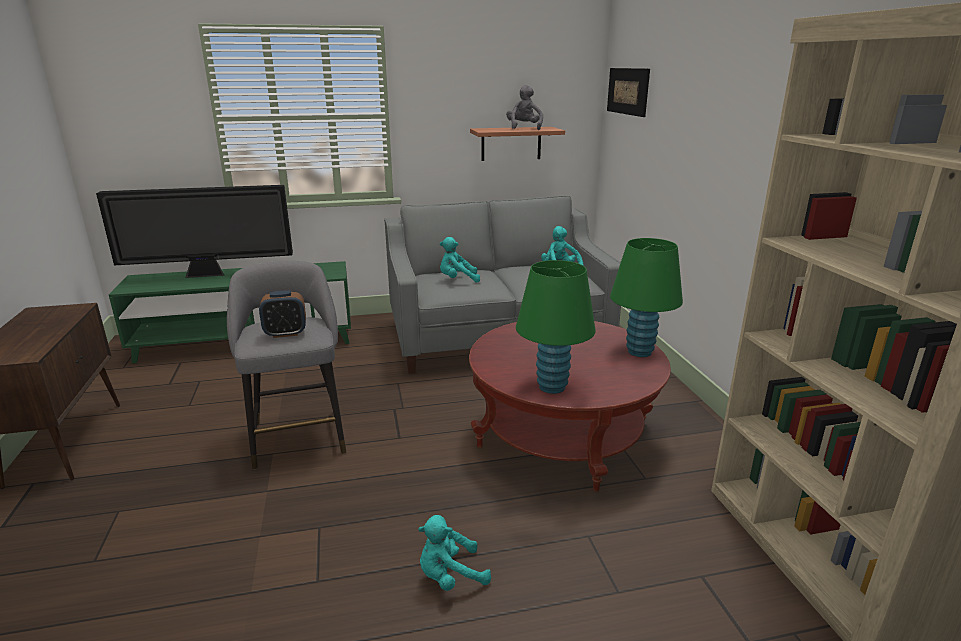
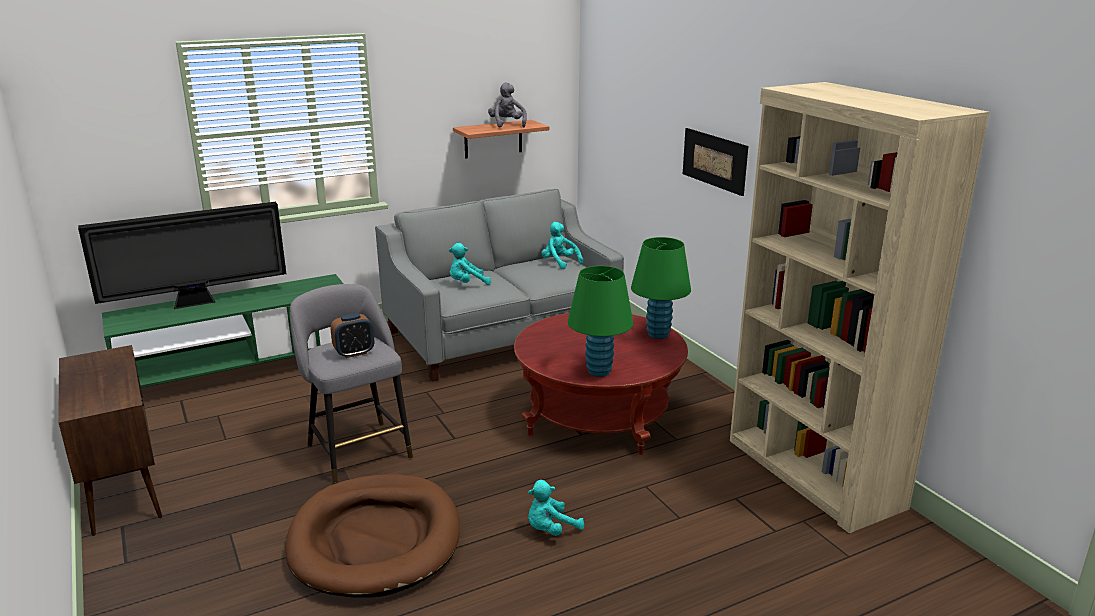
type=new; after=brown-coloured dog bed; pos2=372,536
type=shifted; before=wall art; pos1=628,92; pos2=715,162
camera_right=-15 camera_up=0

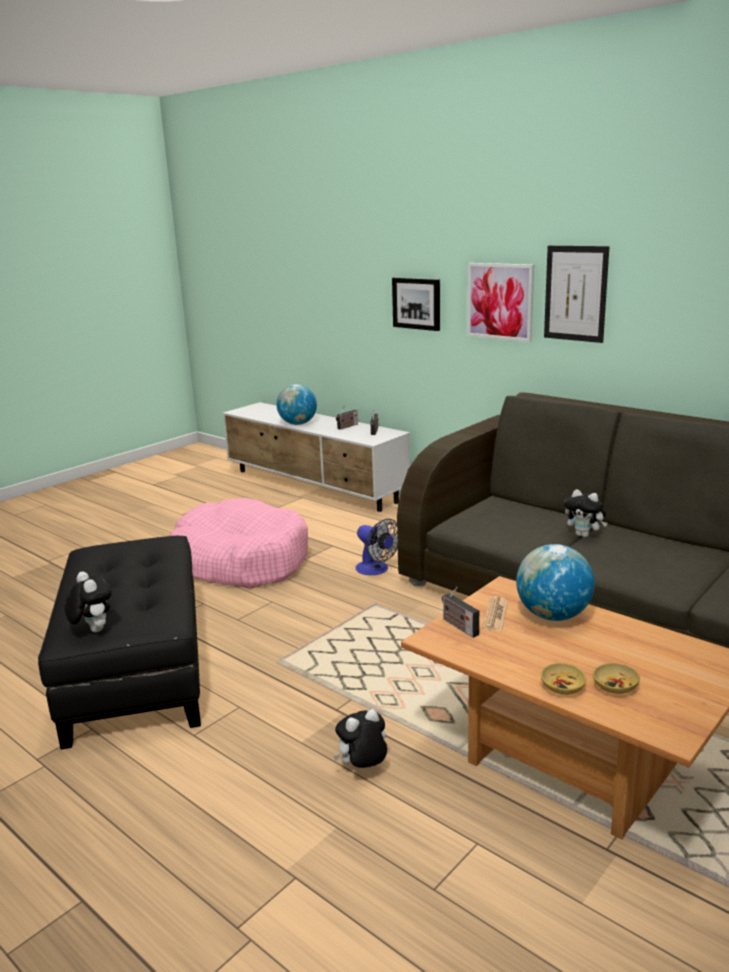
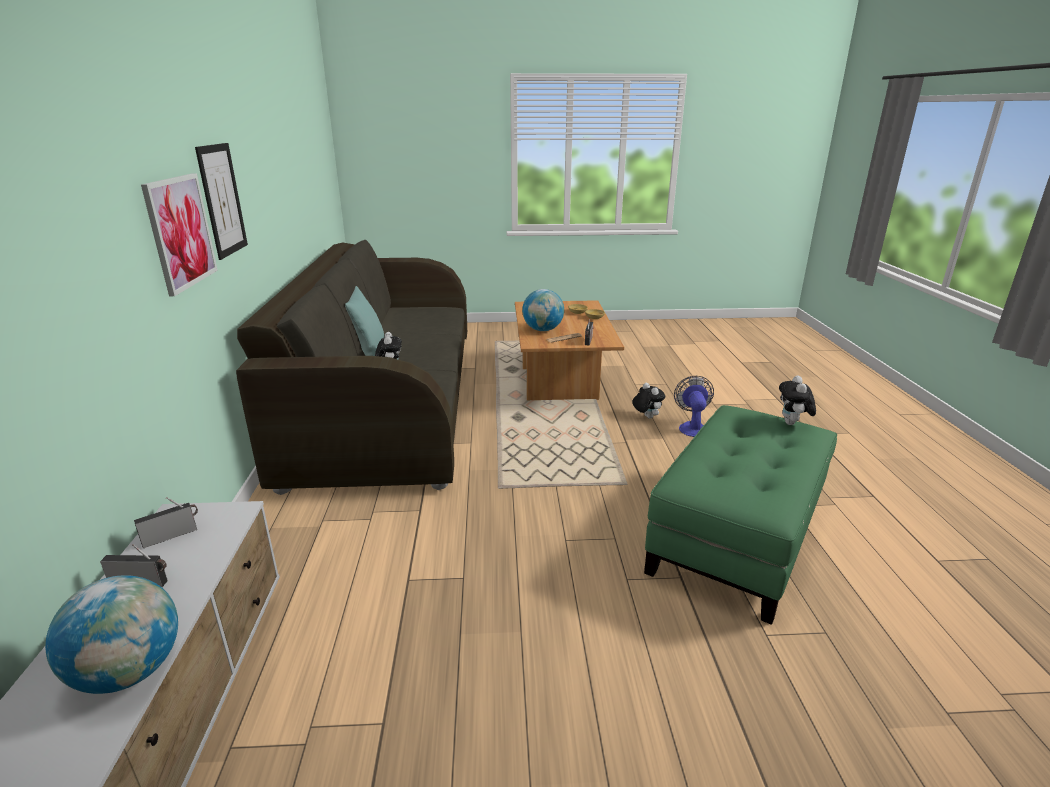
type=new; after=blue-green throw pillow; pos2=365,321
type=rotated; before=soft toy; pos1=360,739; pos2=648,401; turn=-135
type=repainted; before=black pouffe; after=green-coloured pouffe; pos1=119,642; pos2=740,515
type=shifted; before=fan; pos1=377,547; pos2=694,406
type=gone; before=pink dog bed; pos1=238,543
type=gone; before=wall art; pos1=416,304
camera_right=-135 camera_up=5

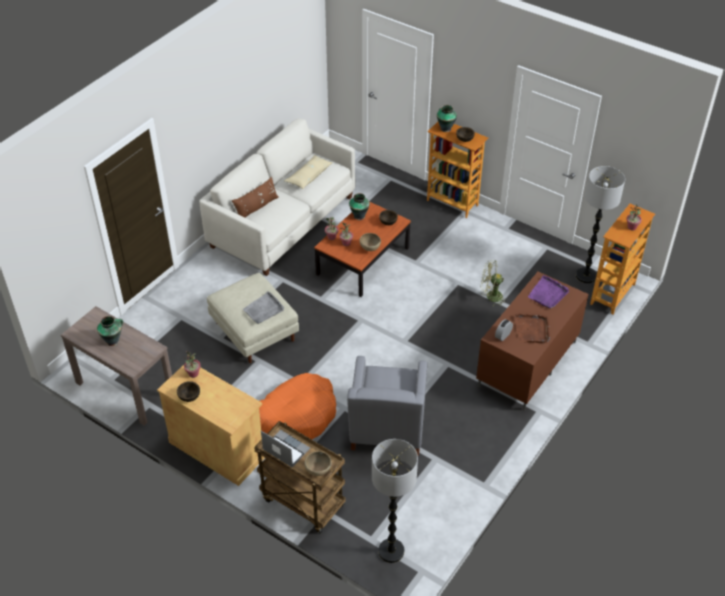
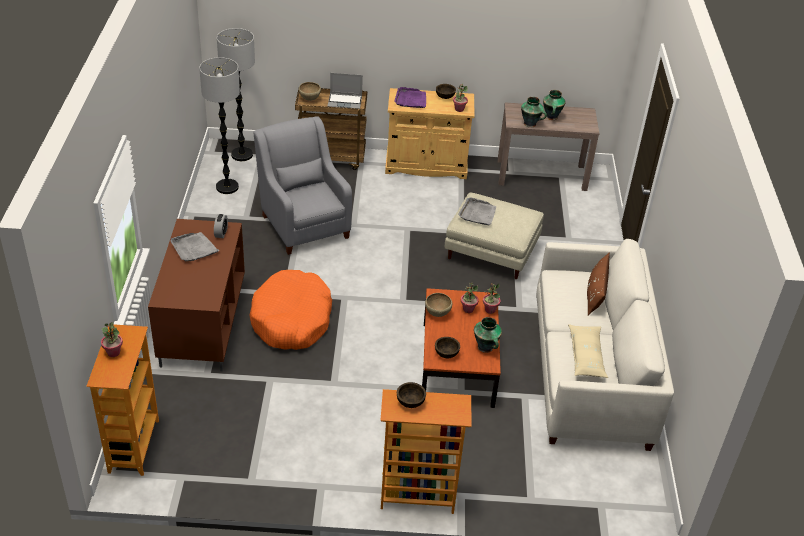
type=repainted; before=brown-coloured tray; after=greyish tray; pos1=532,328; pos2=195,246
type=shifted; before=standing lamp; pos1=600,224; pos2=219,125
type=shifted; before=orange-coloured dog bed; pos1=297,406; pos2=290,310
type=shifted; before=purple tray; pos1=548,292; pos2=410,97
type=shifted; before=flower vase; pos1=447,118; pos2=534,112
type=gone; before=green-coloured fan; pos1=494,283
camera_right=145 camera_up=-5

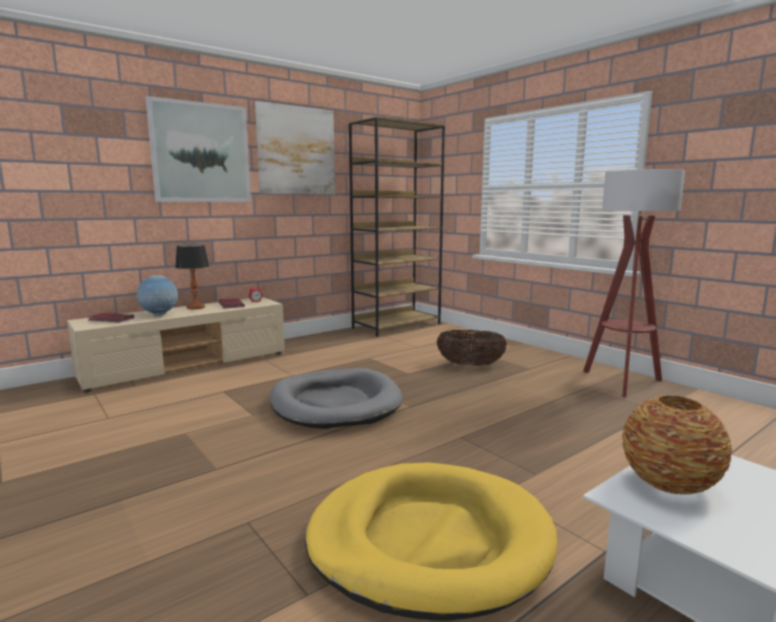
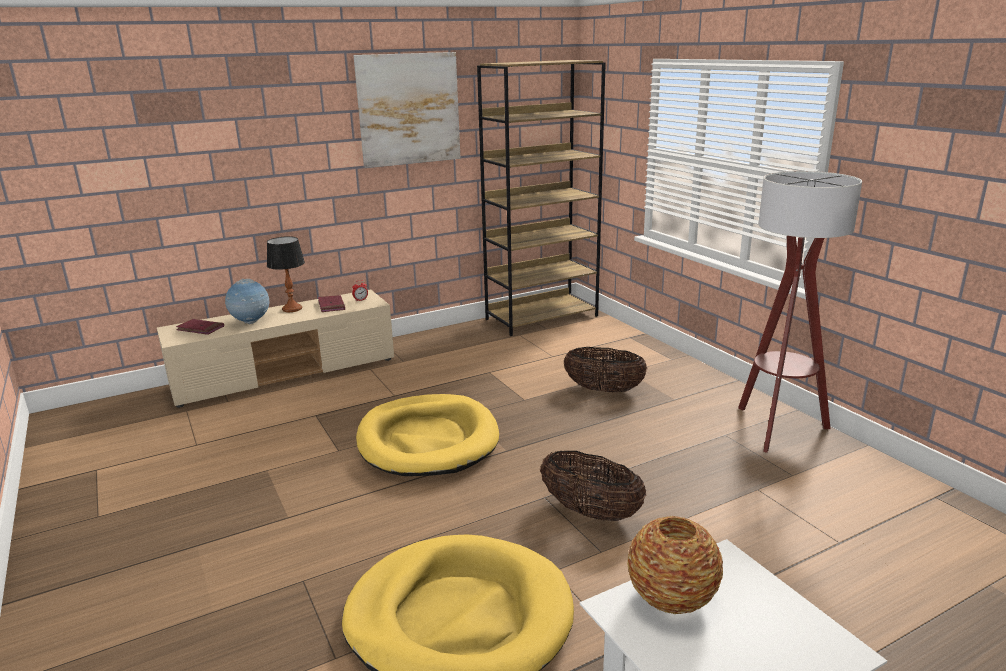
type=repainted; before=greyish dog bed; after=yellowish dog bed; pos1=336,398; pos2=427,435
type=new; after=storage basket; pos2=593,486
type=gone; before=wall art; pos1=198,149
camera_right=10 camera_up=10

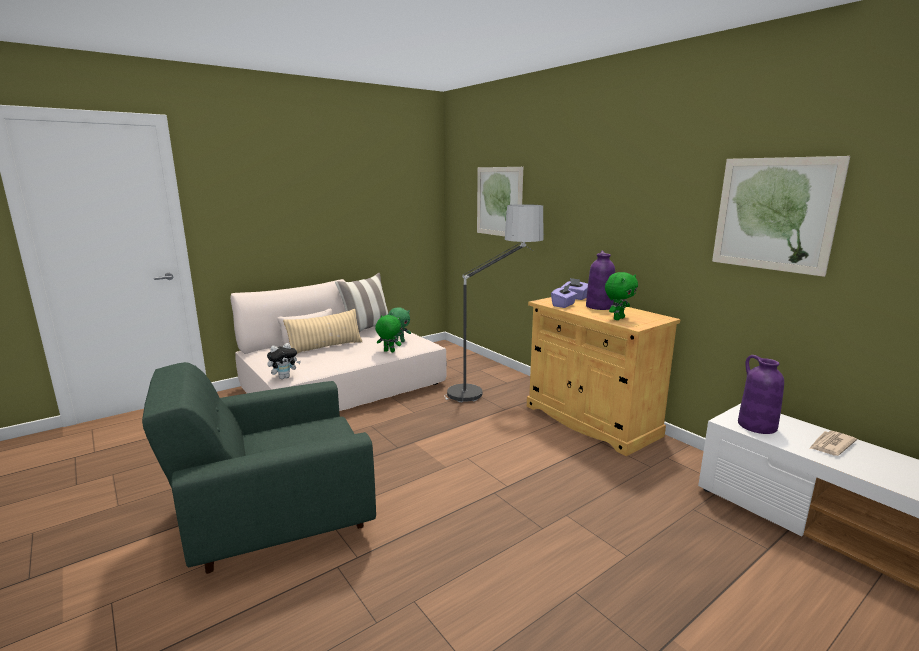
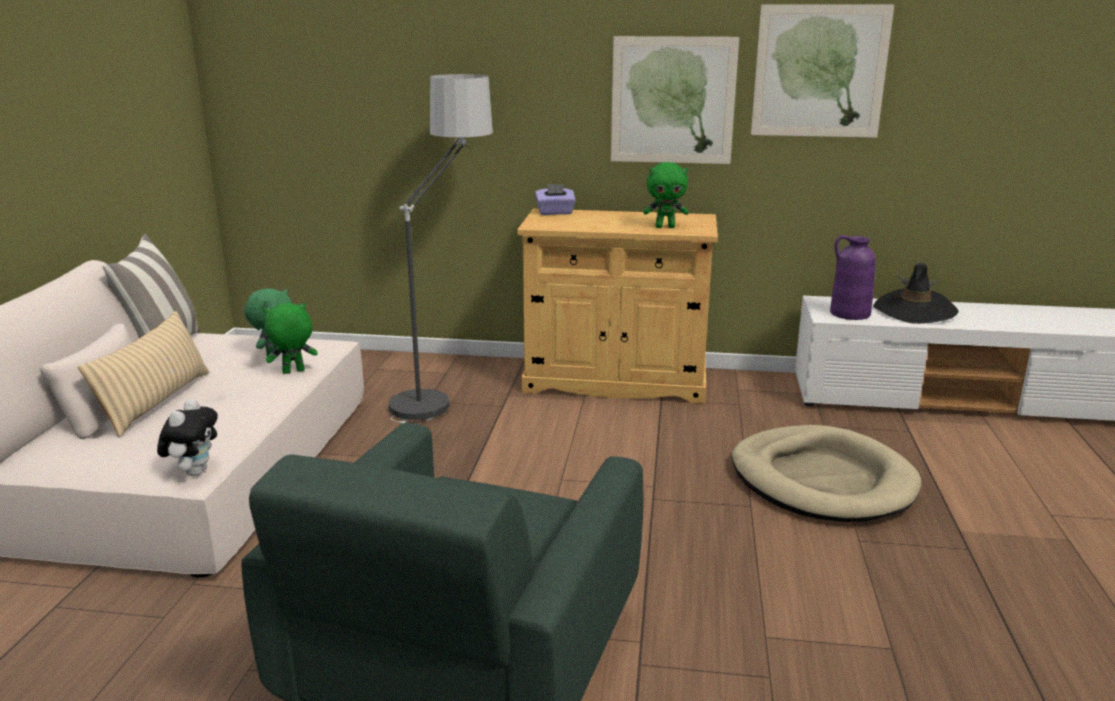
type=shifted; before=wall art; pos1=500,201; pos2=675,100
type=rotated; before=green-coloured soft toy; pos1=621,296; pos2=666,195; turn=90
type=new; after=beige dog bed; pos2=827,473
type=swapped; before=newspaper; after=black wearable hat; pos1=833,443; pos2=916,293
type=gone; before=purple tissue box; pos1=564,296
type=gone; before=purple flower vase; pos1=600,280
camera_right=-45 camera_up=5

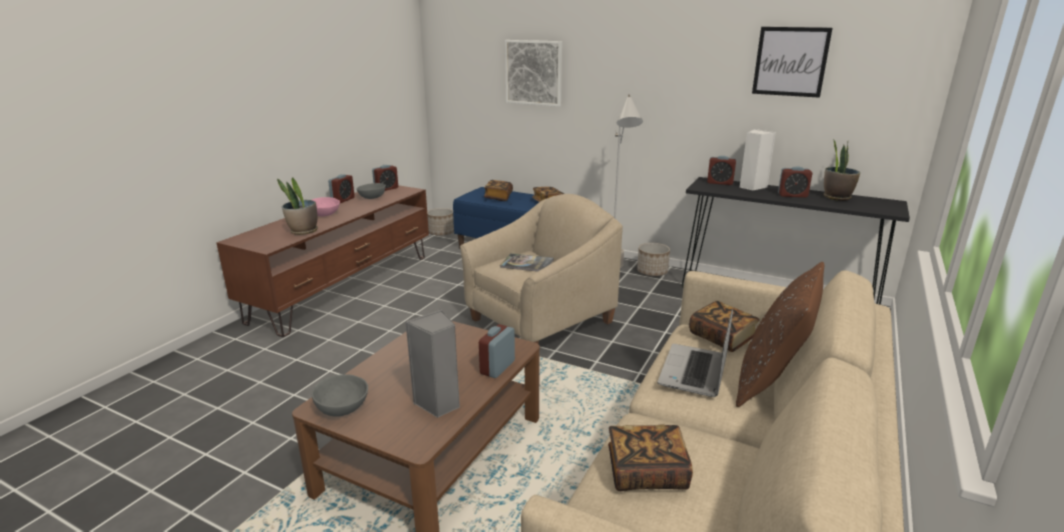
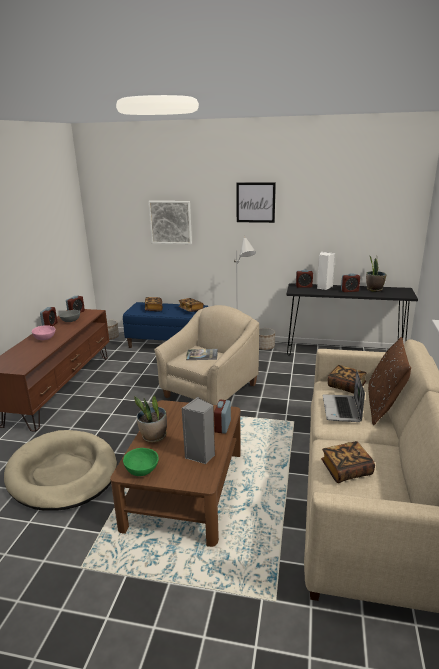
type=new; after=beige dog bed; pos2=60,470
type=repainted; before=greyish serving bowl; after=green-coloured serving bowl; pos1=340,395; pos2=141,462
type=shifted; before=houseplant; pos1=297,206; pos2=150,419
type=shifted; before=wall art; pos1=792,62; pos2=256,202
camera_right=-15 camera_up=0

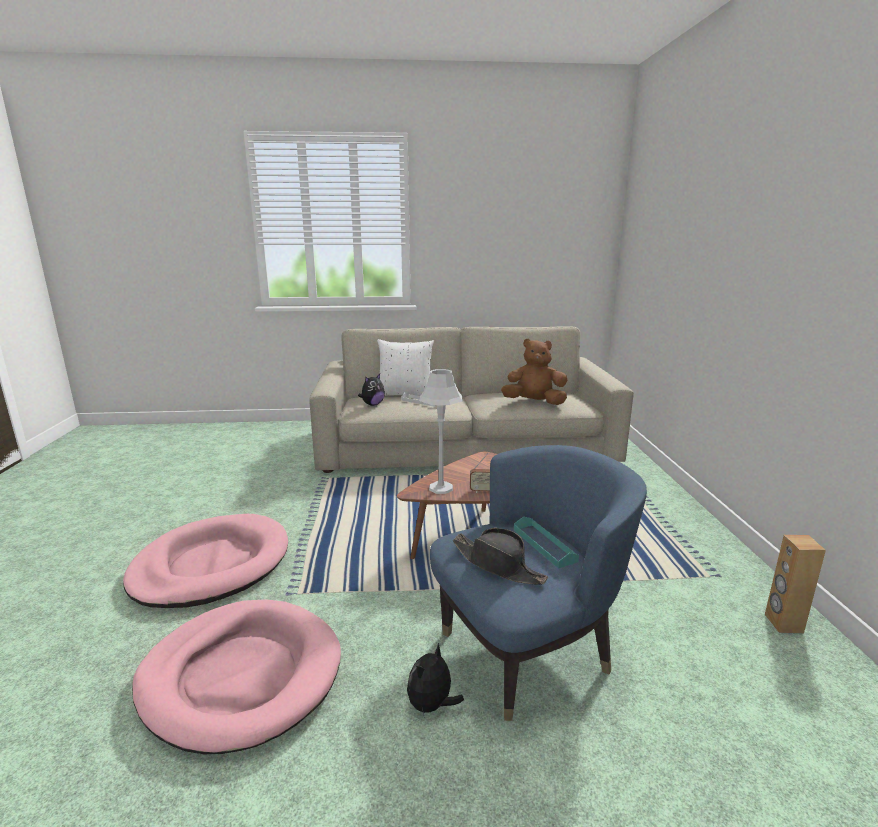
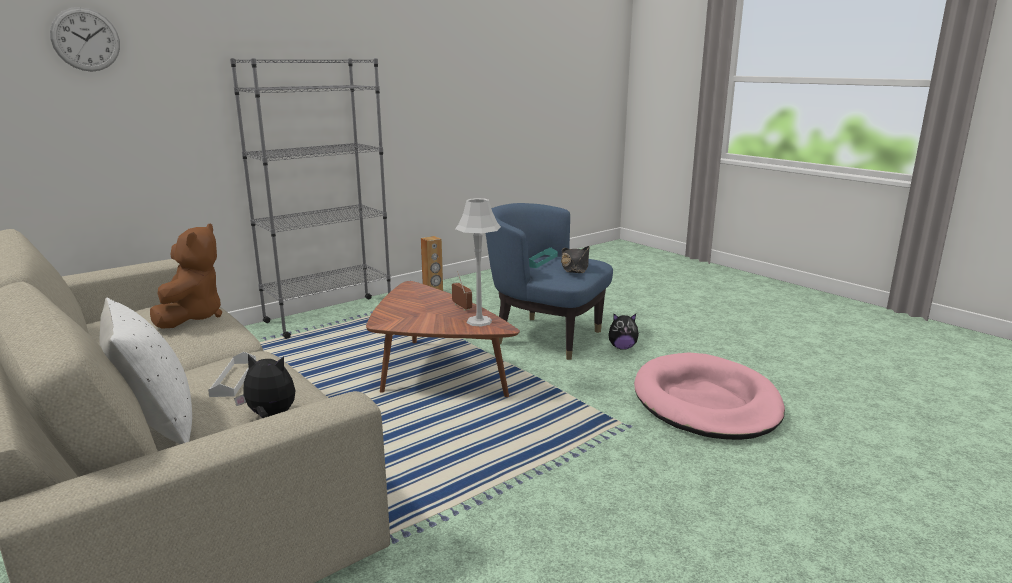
type=new; after=clock on the wall; pos2=85,39
type=rotated; before=brown-coloured soft toy; pos1=534,371; pos2=186,276; turn=-150
type=new; after=greyish bookshelf; pos2=310,198
type=gone; before=pink dog bed; pos1=205,561
camera_right=-125 camera_up=0

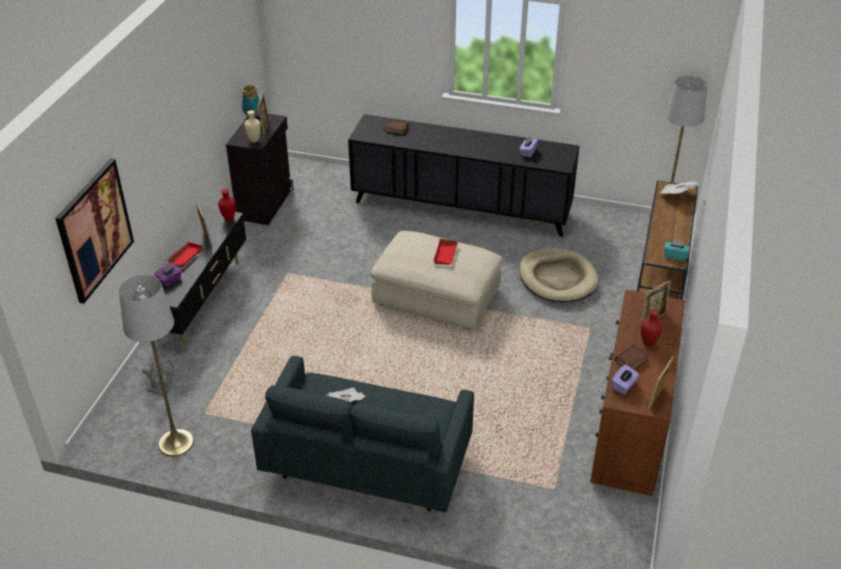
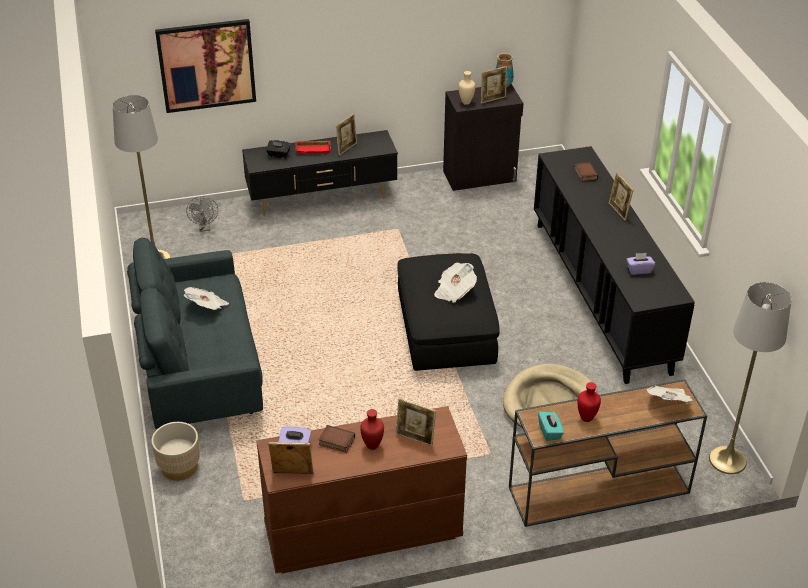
type=new; after=beige plant pot; pos2=176,451
type=repainted; before=purple tissue box; after=black tissue box; pos1=168,274; pos2=278,149
type=repainted; before=beige pouffe; after=black pouffe; pos1=436,280; pos2=448,312
type=swapped; before=red tray; after=newspaper; pos1=445,251; pos2=455,283
type=shifted; before=red flower vase; pos1=227,205; pos2=589,402
type=new; after=photo frame; pos2=621,196
camera_right=60 camera_up=0

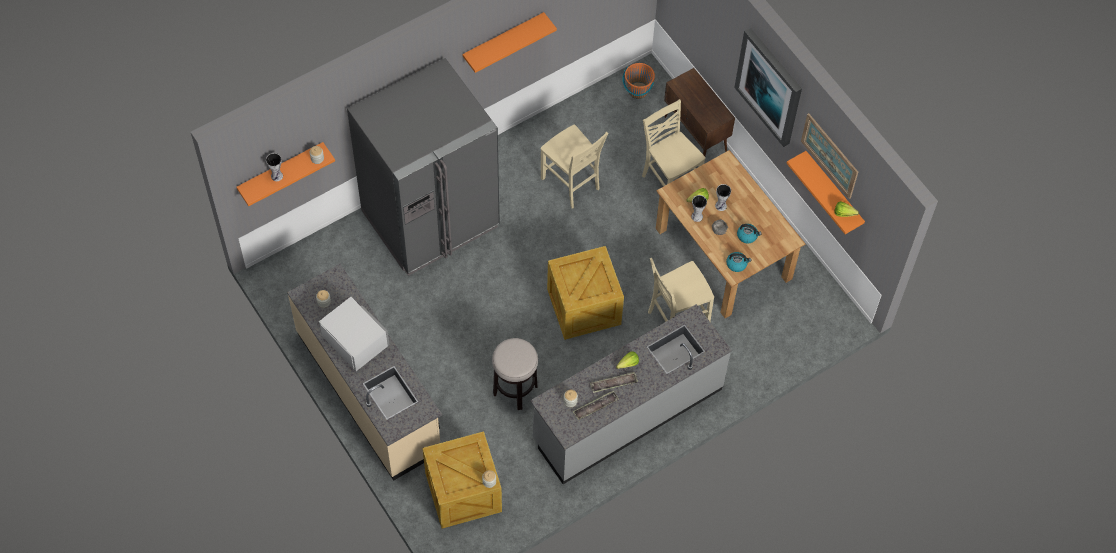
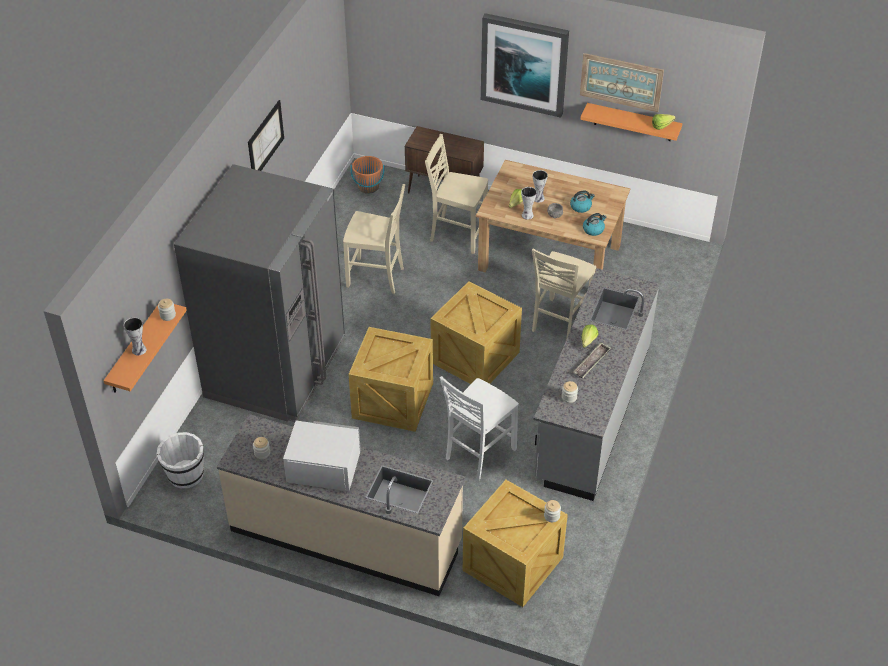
type=new; after=white water bucket; pos2=180,460
type=swapped; before=orange-coloured wall shelf; after=wall art; pos1=510,42; pos2=266,135
type=new; after=packing crate; pos2=390,379
type=swapped; before=sitting stool; after=white plain chair; pos1=515,374; pos2=479,428
type=gone; before=tray; pos1=596,405
camera_right=-35 camera_up=-15

